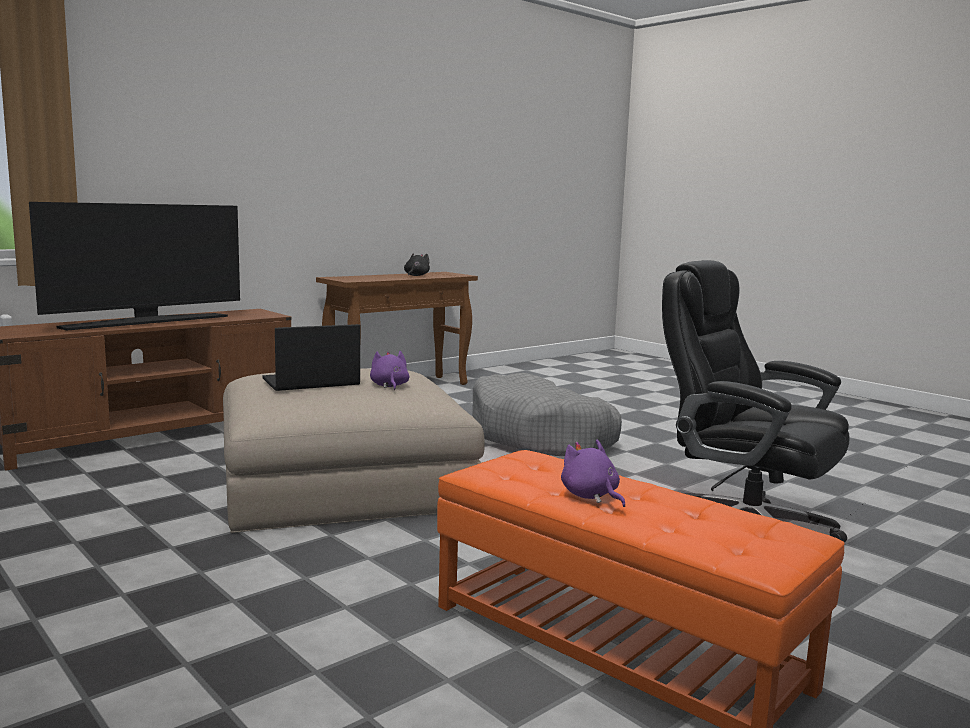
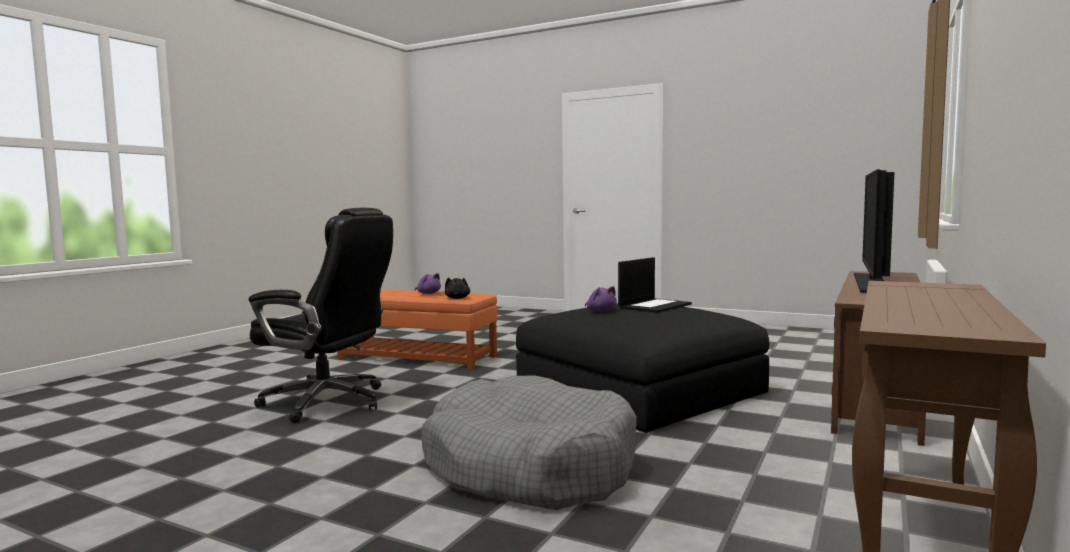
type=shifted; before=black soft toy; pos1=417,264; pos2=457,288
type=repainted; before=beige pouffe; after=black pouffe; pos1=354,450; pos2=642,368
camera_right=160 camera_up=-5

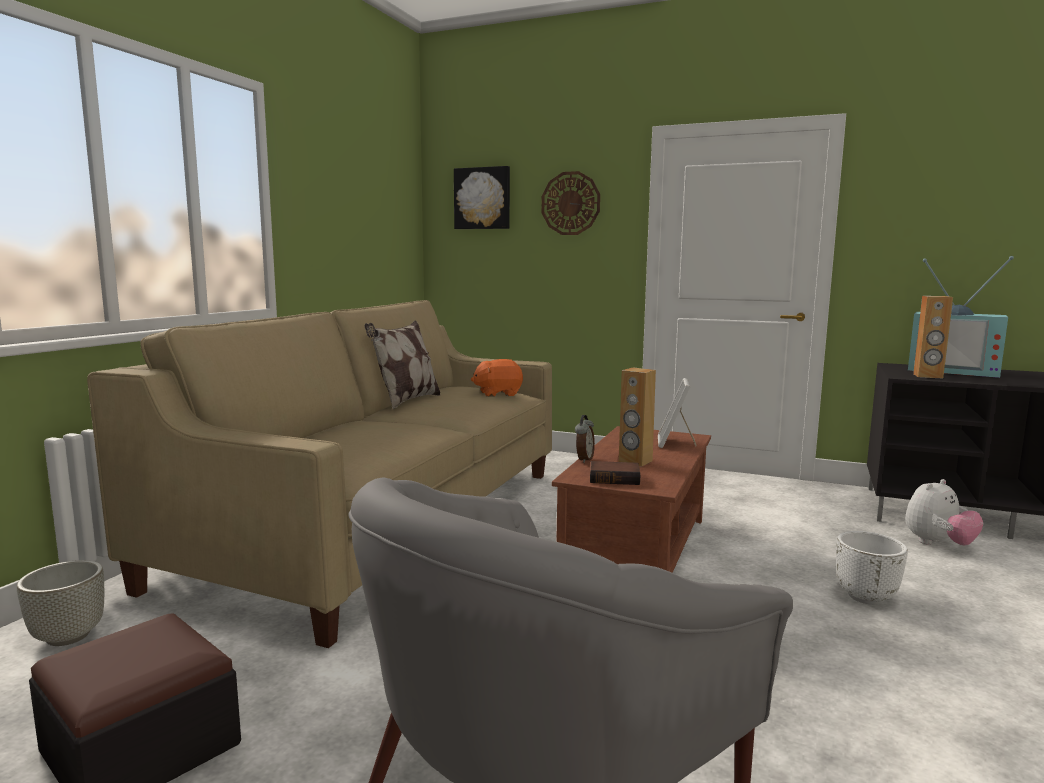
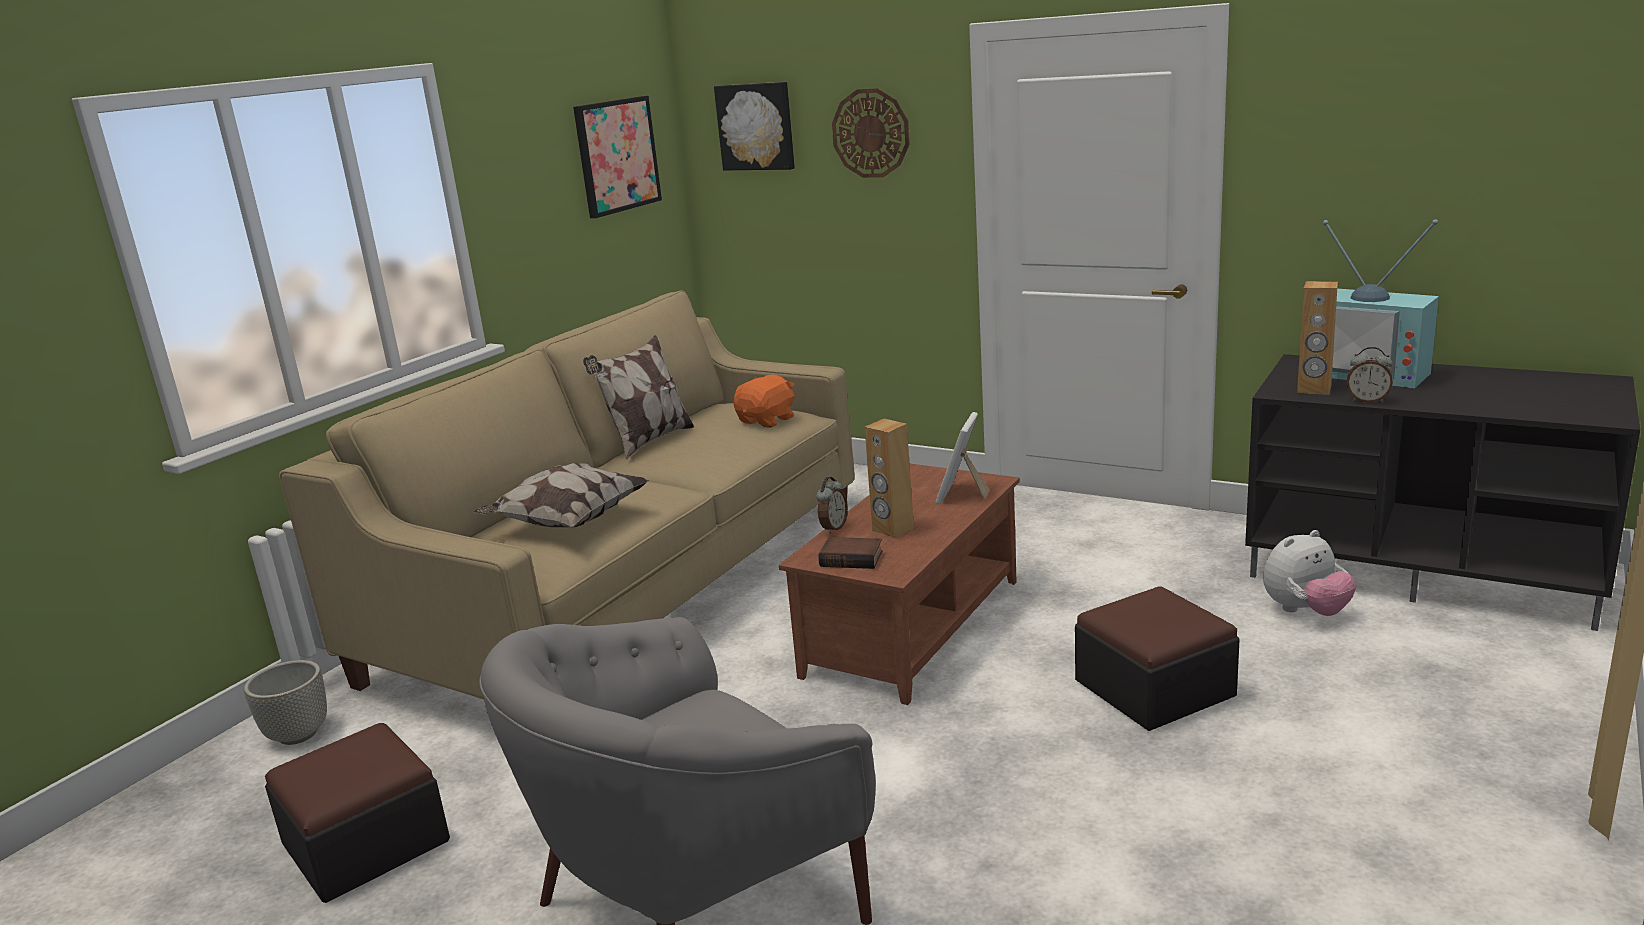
type=new; after=throw pillow; pos2=561,495
type=new; after=wall art; pos2=617,157
type=rotated; before=orange-coloured soft toy; pos1=497,378; pos2=764,401; turn=135
type=swapped; before=white plant pot; after=pouffe; pos1=872,568; pos2=1157,658
type=new; after=table clock; pos2=1370,375
camera_right=10 camera_up=10

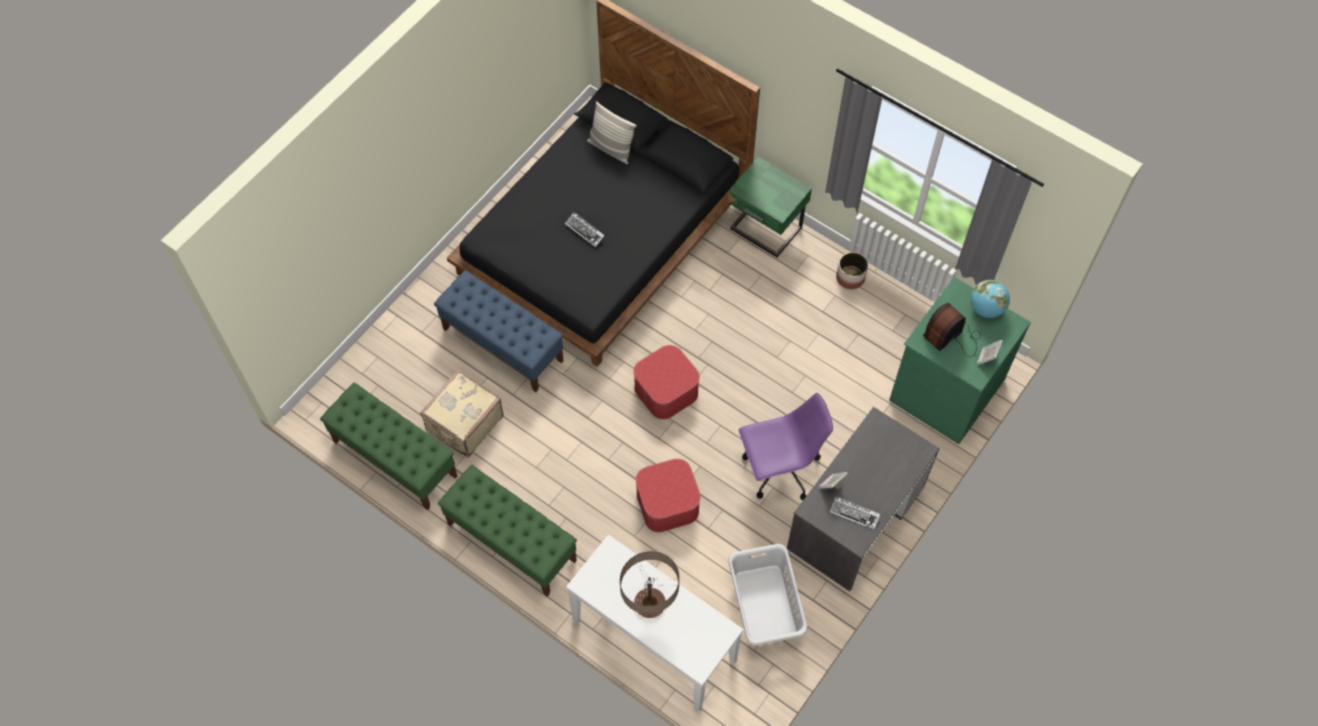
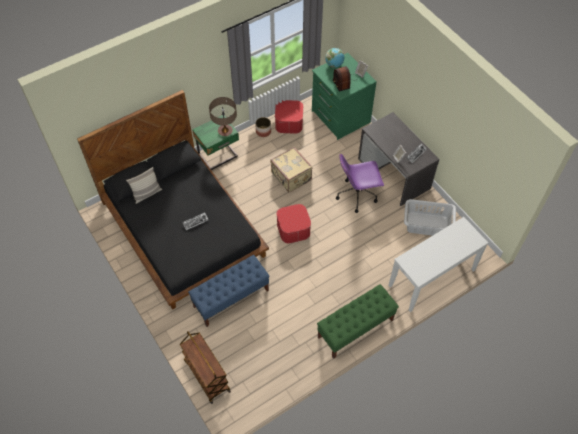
type=new; after=brown-coloured cart; pos2=205,367
type=shifted; before=table lamp; pos1=649,584; pos2=223,116
type=shifted; before=beige travel case; pos1=462,413; pos2=291,170
type=shifted; before=pouffe; pos1=668,495; pos2=289,117
type=rotated; before=purple computer chair; pos1=786,446; pos2=360,183; turn=-105
type=gone; before=green-coloured bench; pos1=388,446
camera_right=-70 camera_up=-5

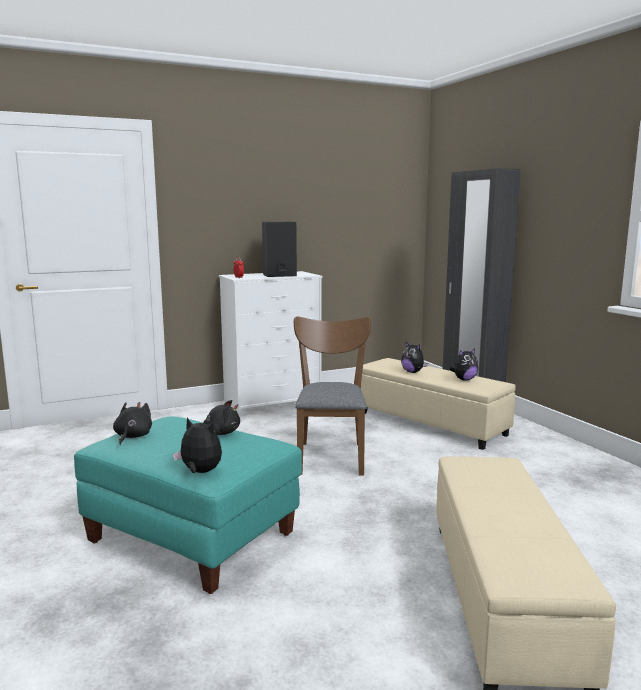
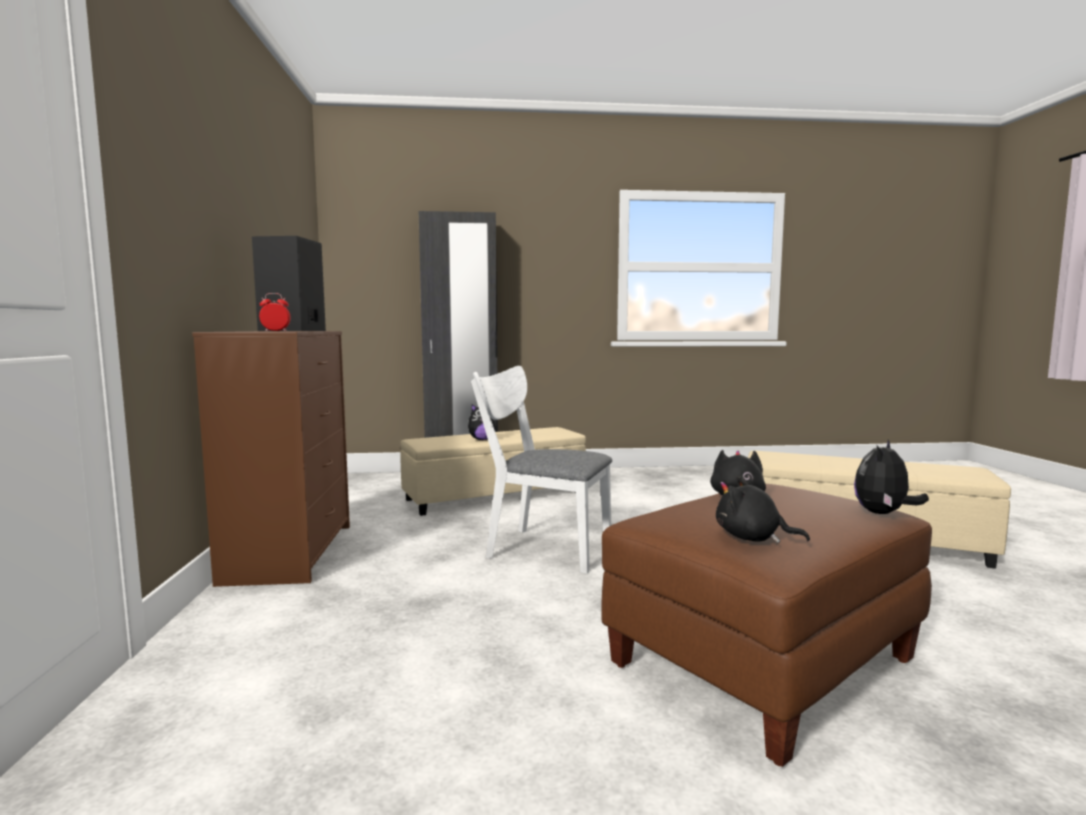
type=repainted; before=white dresser; after=brown-coloured dresser; pos1=270,343; pos2=271,459
type=repainted; before=brown-coloured plain chair; after=white plain chair; pos1=332,396; pos2=541,470
type=repainted; before=blue-green pouffe; after=brown-coloured pouffe; pos1=188,505; pos2=766,625
type=gone; before=soft toy; pos1=464,365
camera_right=-70 camera_up=-5

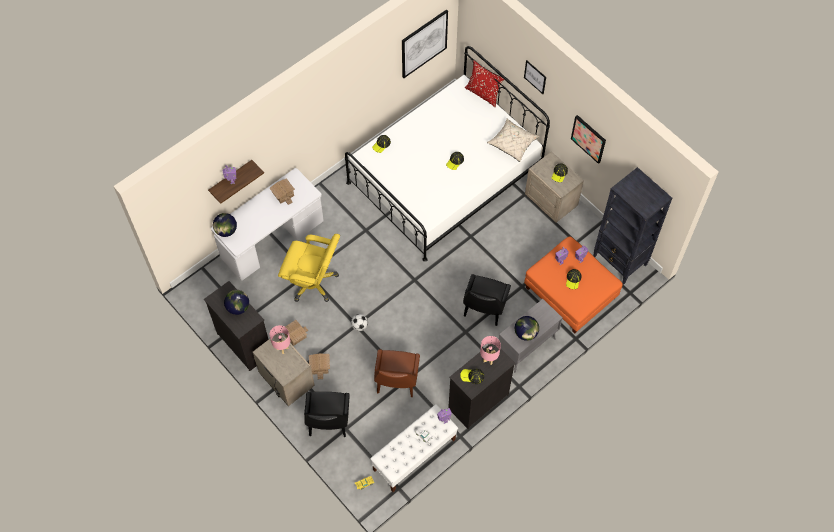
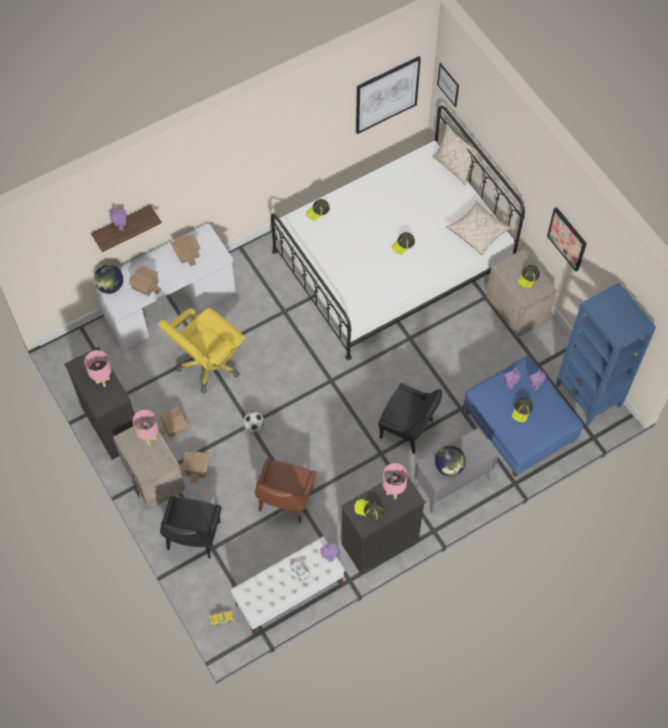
type=swapped; before=globe; after=pink table lamp; pos1=236,302; pos2=97,368
type=new; after=model house; pos2=145,280
type=rotated; before=yellowish computer chair; pos1=309,268; pos2=202,350; turn=105
type=rotated; before=black plain chair; pos1=487,300; pos2=410,418; turn=-90
type=repainted; before=red throw pillow; after=beige throw pillow; pos1=484,83; pos2=455,154
type=shifted; before=wall art; pos1=535,77; pos2=448,85
type=repainted; before=orange-coloured pouffe; after=blue pouffe; pos1=573,285; pos2=523,416
type=repainted; before=black bookshelf; after=blue bookshelf; pos1=632,226; pos2=606,354
camera_right=10 camera_up=0

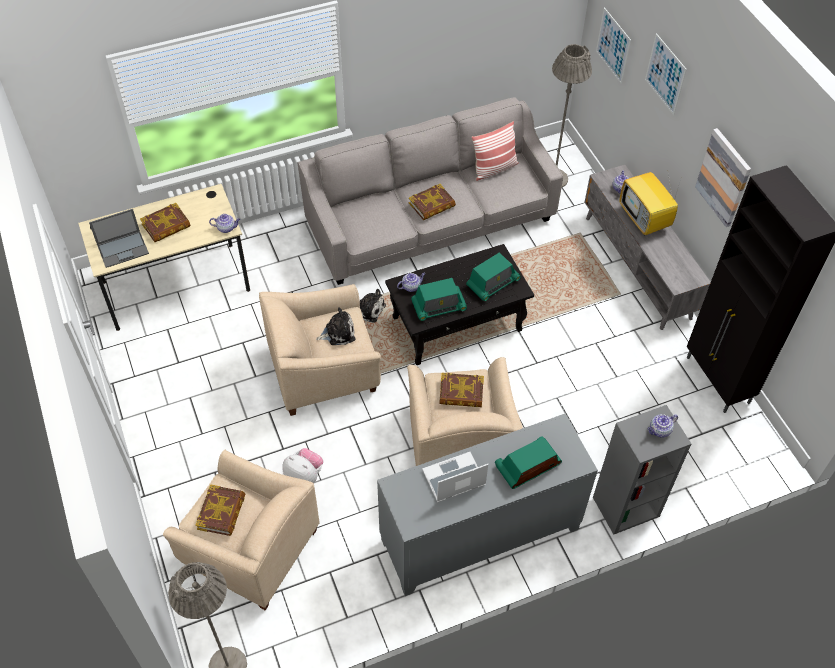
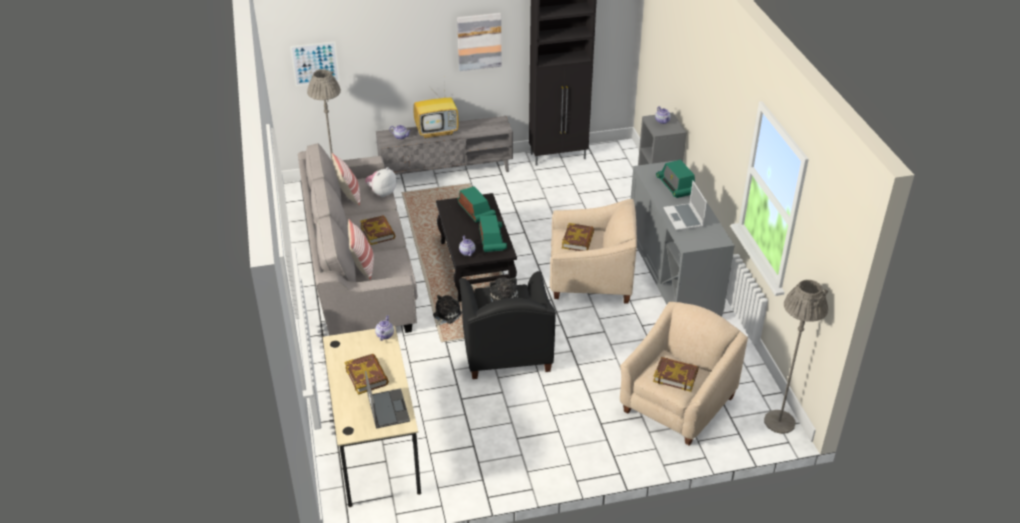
type=new; after=throw pillow; pos2=361,249
type=shifted; before=soft toy; pos1=302,465; pos2=381,182
type=repainted; before=beige armchair; after=black armchair; pos1=320,350; pos2=507,325
type=gone; before=wall art; pos1=666,74
camera_right=-80 camera_up=-15

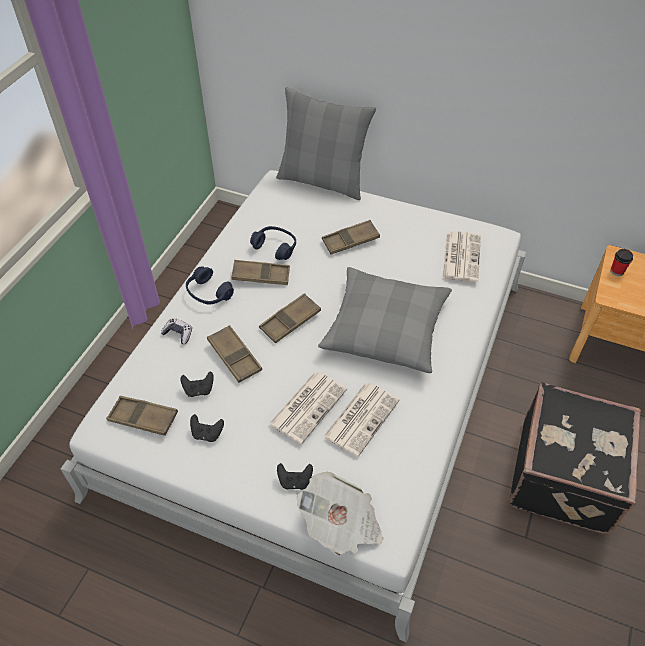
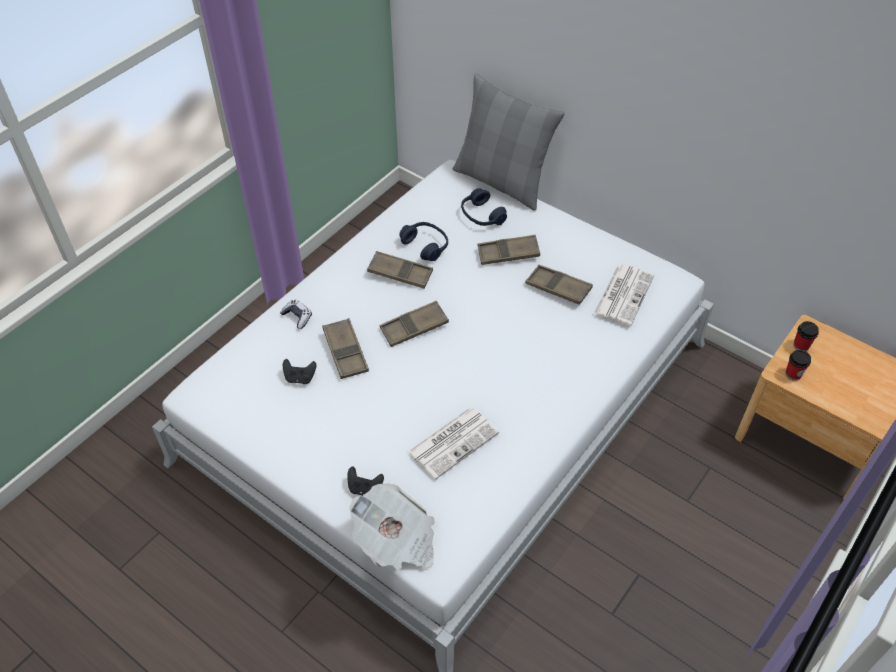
type=shifted; before=blue headphones; pos1=210,285; pos2=484,207
type=shifted; before=brown-coloured tray; pos1=142,416; pos2=559,285
type=new; after=cup; pos2=798,365
type=gone; before=black game controller; pos1=207,428
type=gone; before=newspaper; pos1=307,408
type=gone; before=greyish throw pillow; pos1=385,320
type=gone; before=black travel case; pos1=575,458
camera_right=15 camera_up=0

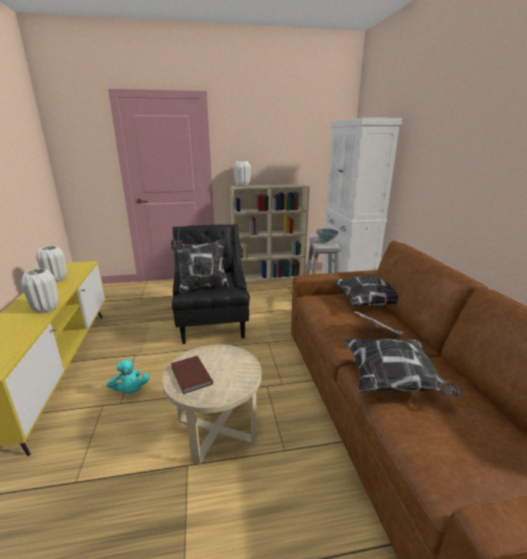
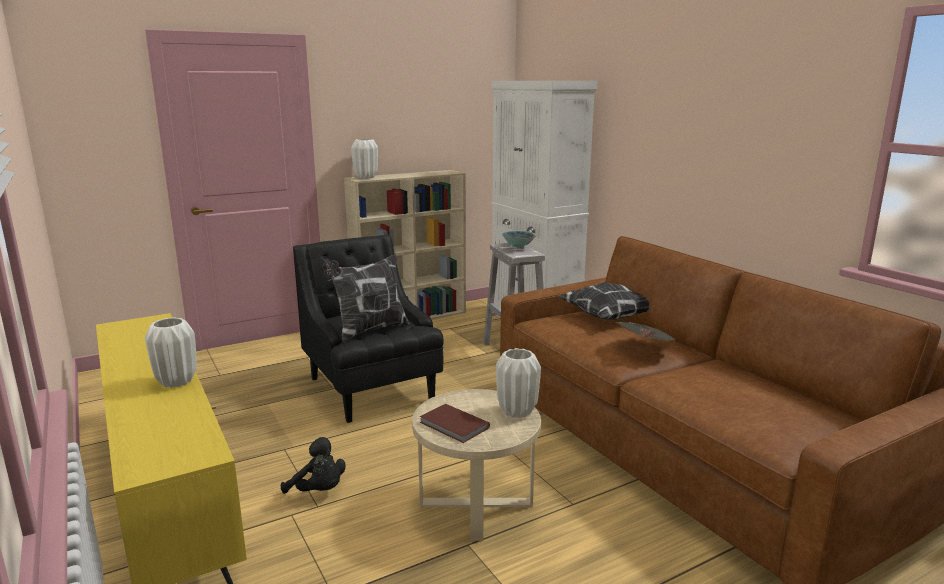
type=repainted; before=blue-green soft toy; after=black soft toy; pos1=127,376; pos2=313,465
type=shifted; before=white flower vase; pos1=51,264; pos2=518,383
type=gone; before=throw pillow; pos1=403,367
camera_right=-20 camera_up=-5

